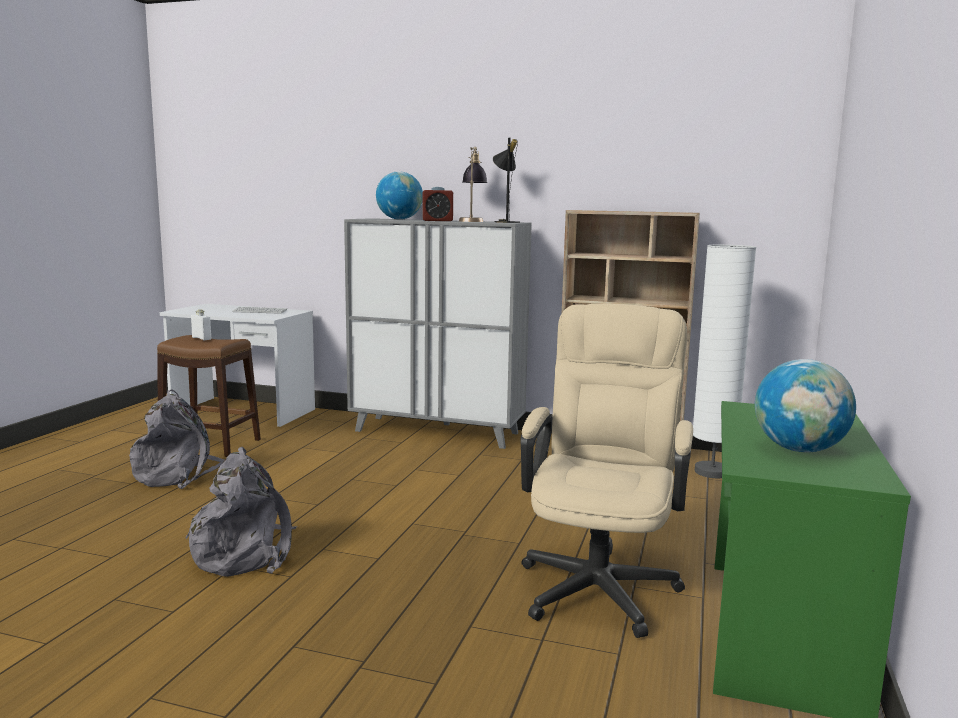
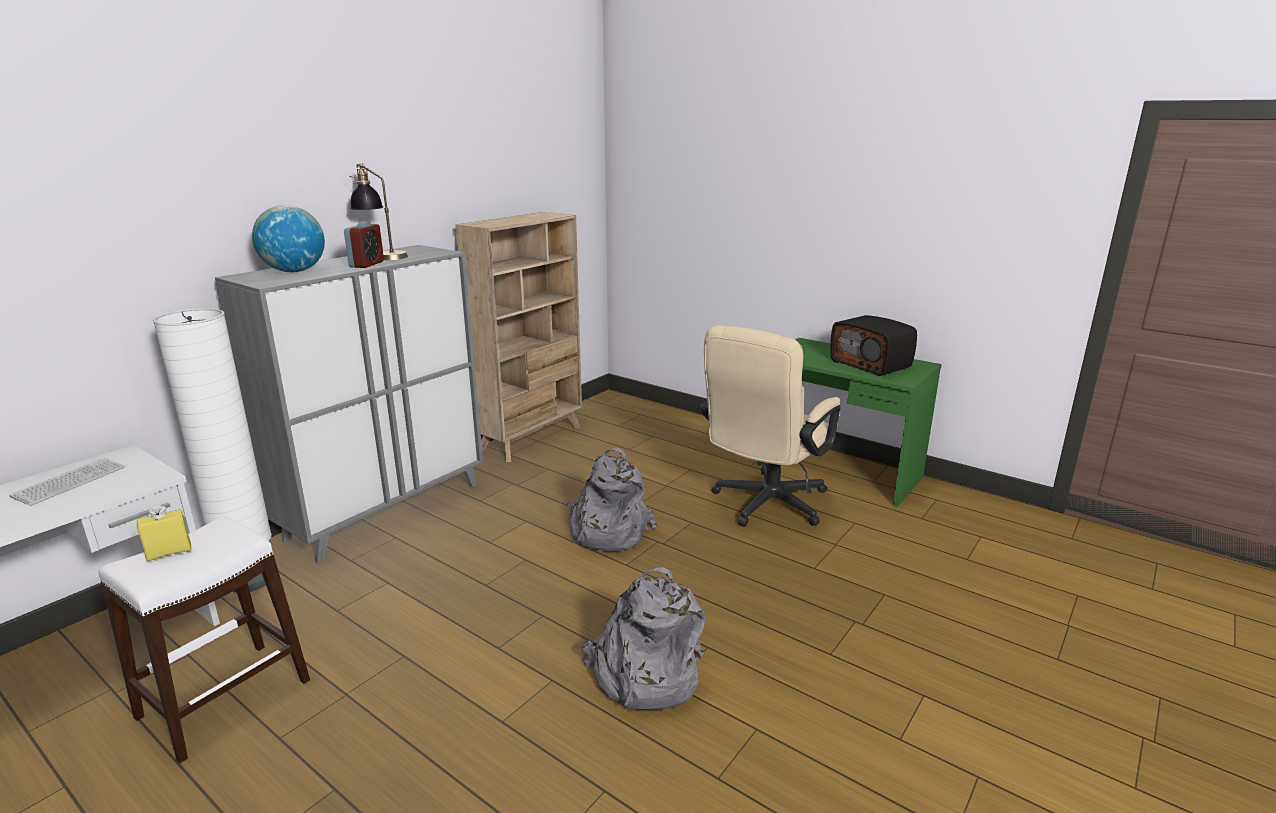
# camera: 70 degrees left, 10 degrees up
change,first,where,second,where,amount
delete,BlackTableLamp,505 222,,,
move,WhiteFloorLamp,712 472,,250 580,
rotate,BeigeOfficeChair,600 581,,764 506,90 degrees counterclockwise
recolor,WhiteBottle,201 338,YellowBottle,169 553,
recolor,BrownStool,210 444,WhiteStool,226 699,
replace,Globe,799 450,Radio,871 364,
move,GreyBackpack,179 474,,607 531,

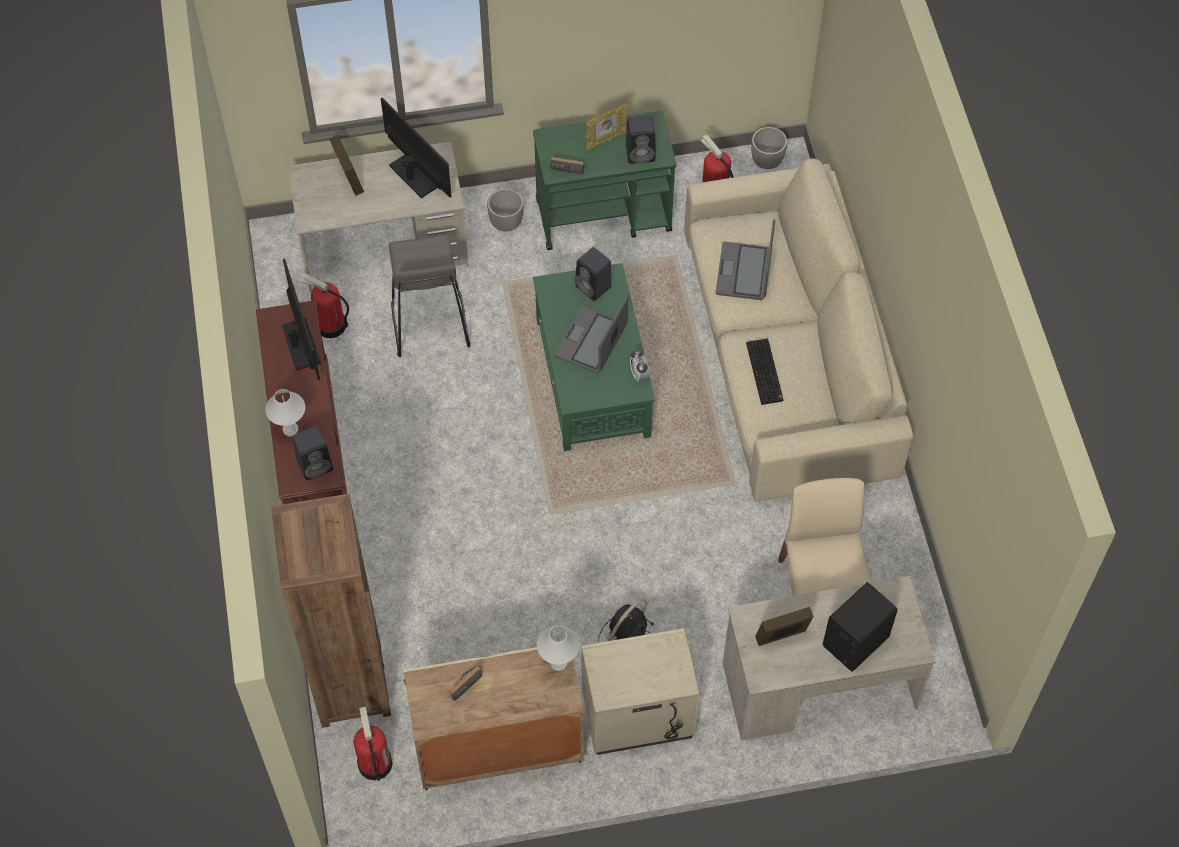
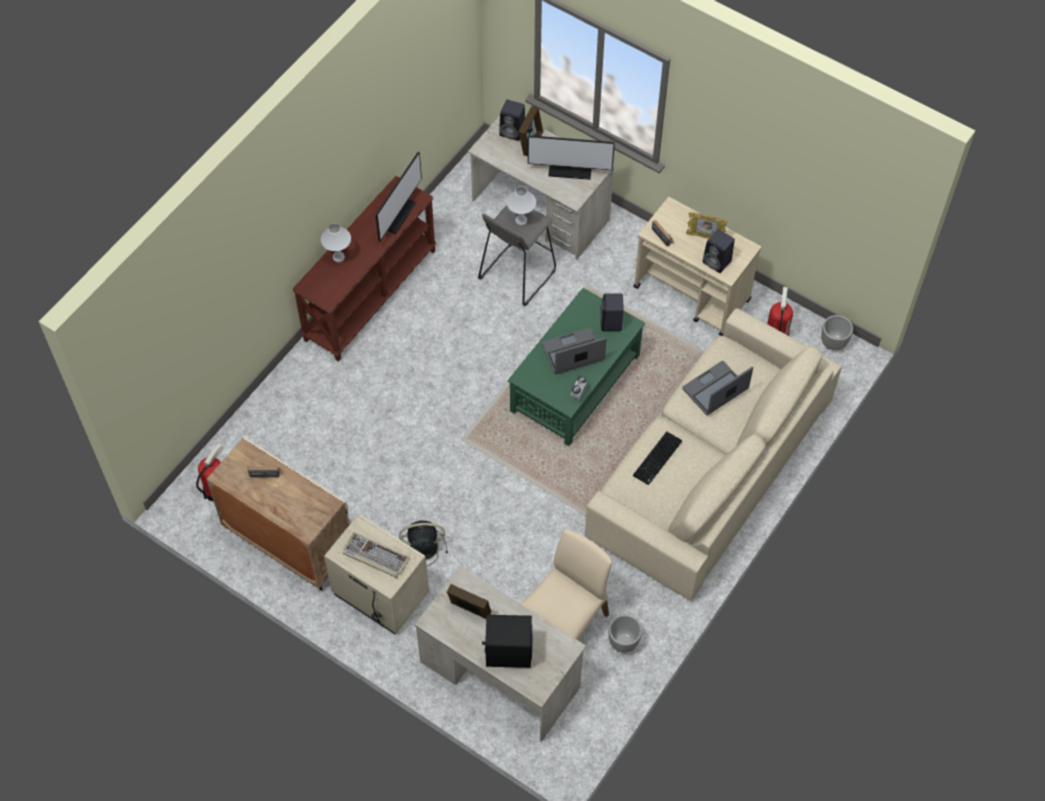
# camera: 45 degrees right, 0 degrees up
change,first,where,second,where,amount
rotate,Monitor,414 175,,570 170,90 degrees clockwise
recolor,GreenCart,604 215,BeigeCart,692 294,
move,Planter,506 223,,623 642,
delete,FireExtinguisher,330 325,,,
move,BlackSpeaker,316 464,,513 131,
delete,BrownBookcase,351 684,,,
move,WhiteTableLamp,558 663,,521 220,
insert,,,Keyboard,375 556,

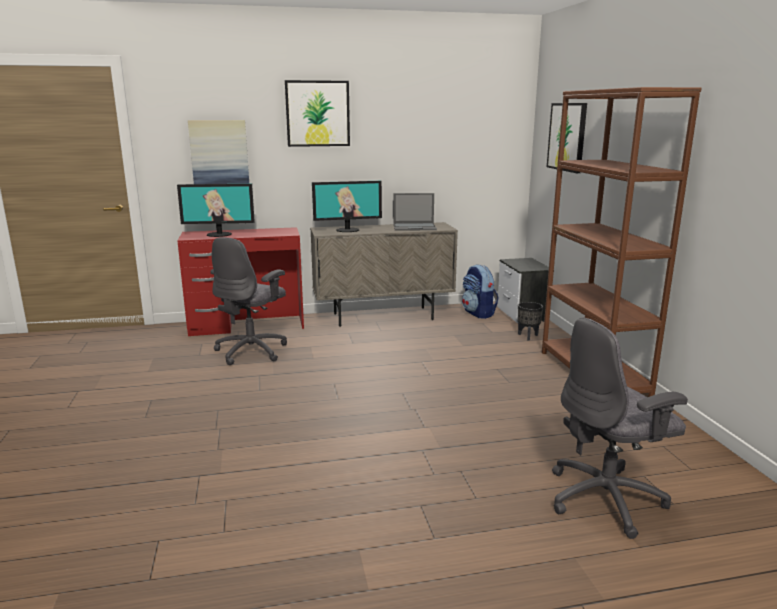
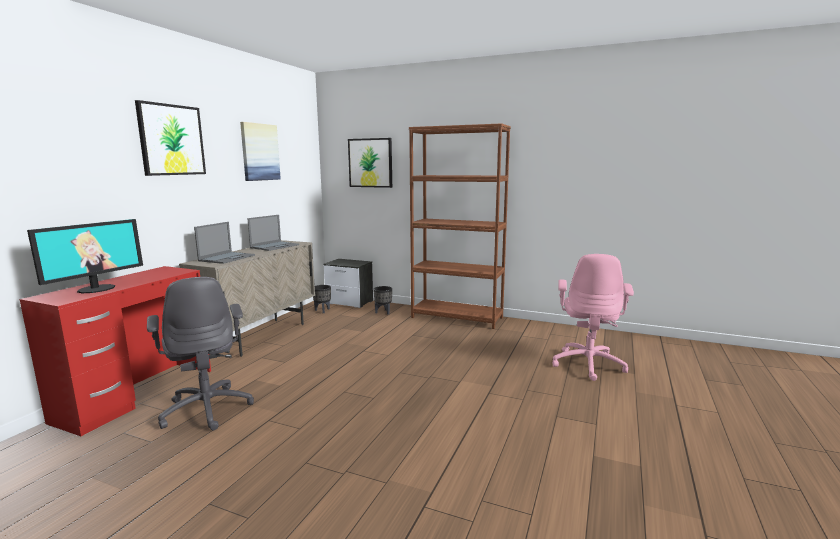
# camera: 55 degrees left, 5 degrees down
change,first,where,second,where,amount
move,Picture,219 153,,260 152,
replace,Monitor,347 230,Laptop,227 258,
replace,Backpack,478 313,BlackPlanter,323 310,
recolor,GreyOfficeChair,606 499,PinkOfficeChair,588 364,

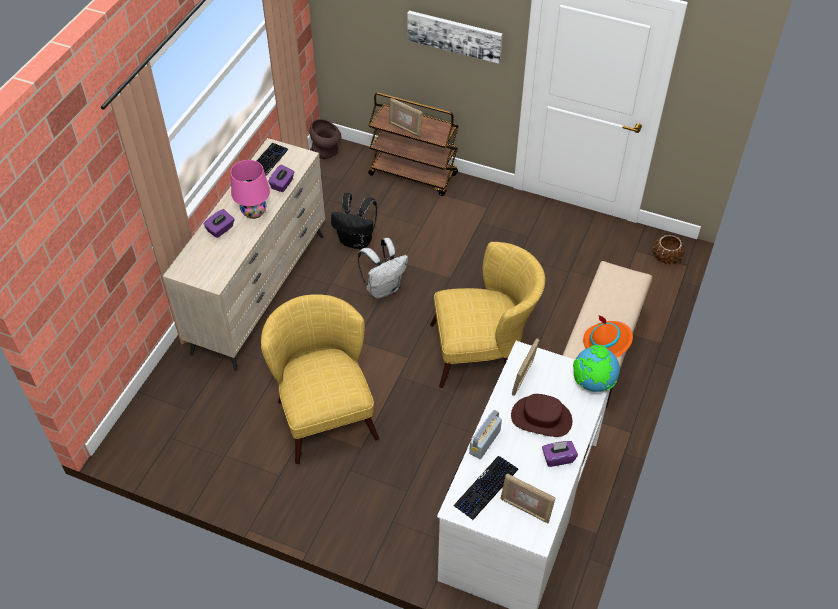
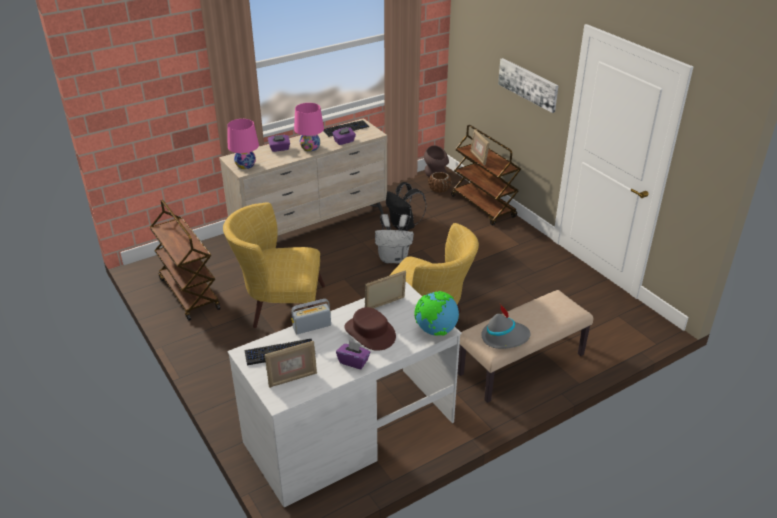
# camera: 35 degrees right, 15 degrees down
change,first,where,second,where,amount
move,BrownPlanter,667 257,,439 189,
rotate,YellowArmchair,324 410,,280 306,105 degrees counterclockwise
recolor,OrangeHat,607 342,GreyHat,505 337,
rotate,PictureFrame,525 509,,292 379,90 degrees counterclockwise
insert,,,PinkTableLamp,245 165,
insert,,,BrownCart,188 293,

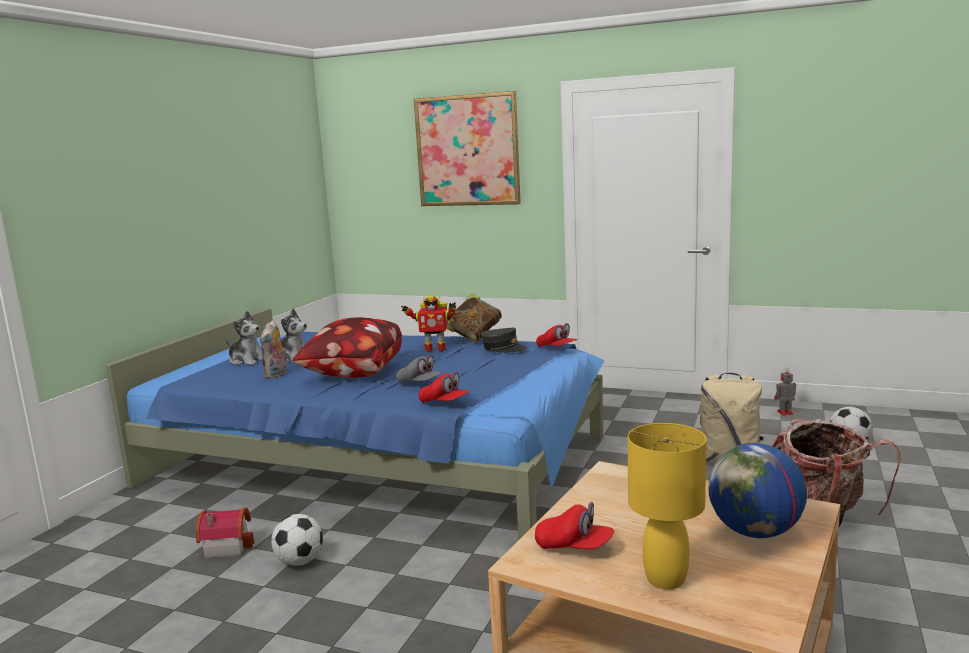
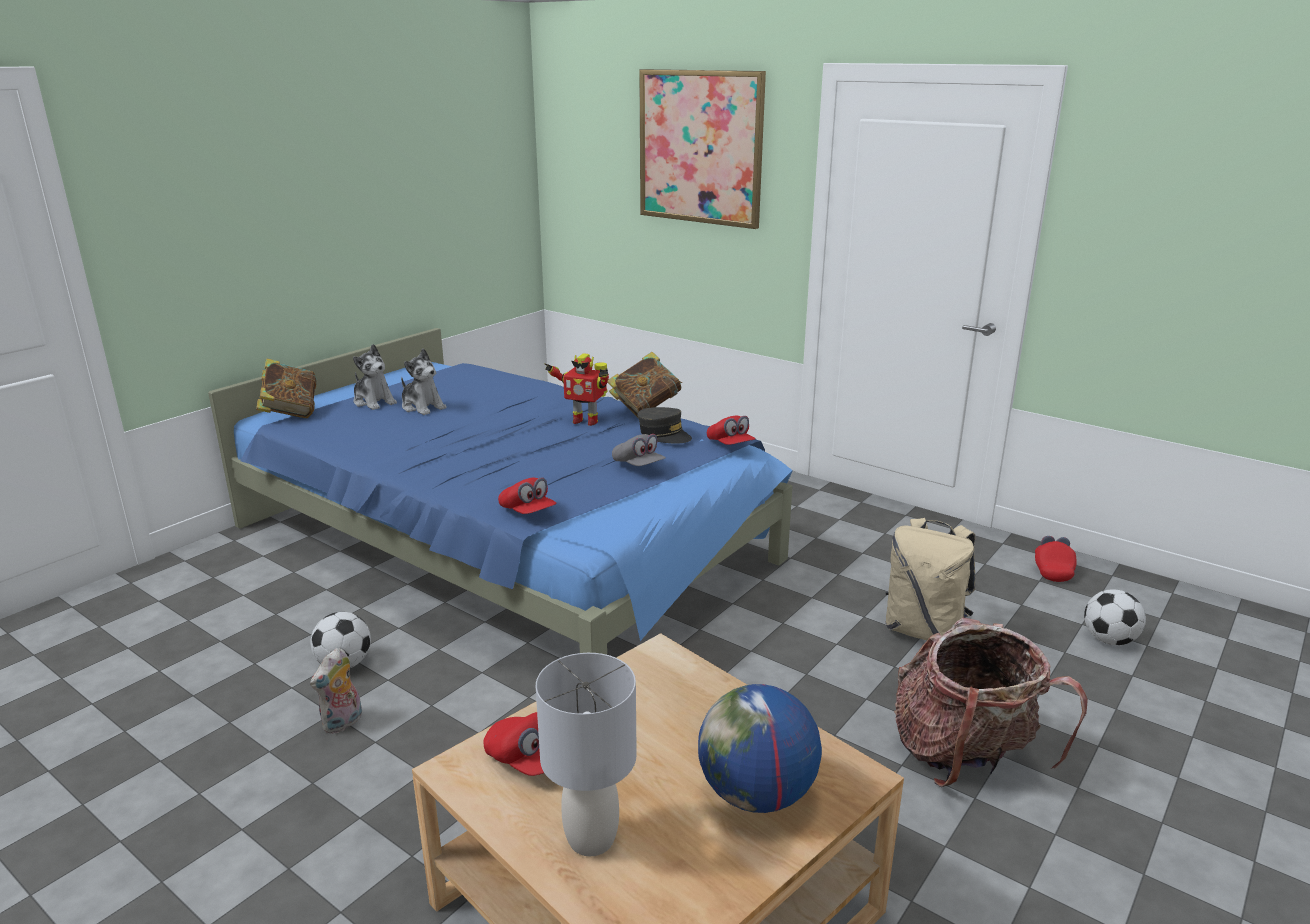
# camera: 15 degrees right, 10 degrees up
change,first,where,second,where,amount
delete,Pillow,352 374,,,
move,PlushToy,277 375,,343 723,
move,GreyCap,420 383,,638 465,
replace,ToyRobot,784 413,RedCap,1052 570,
recolor,YellowTableLamp,664 579,GreyTableLamp,590 839,
delete,ToyHouse,226 546,,,
insert,,,Book,290 413,

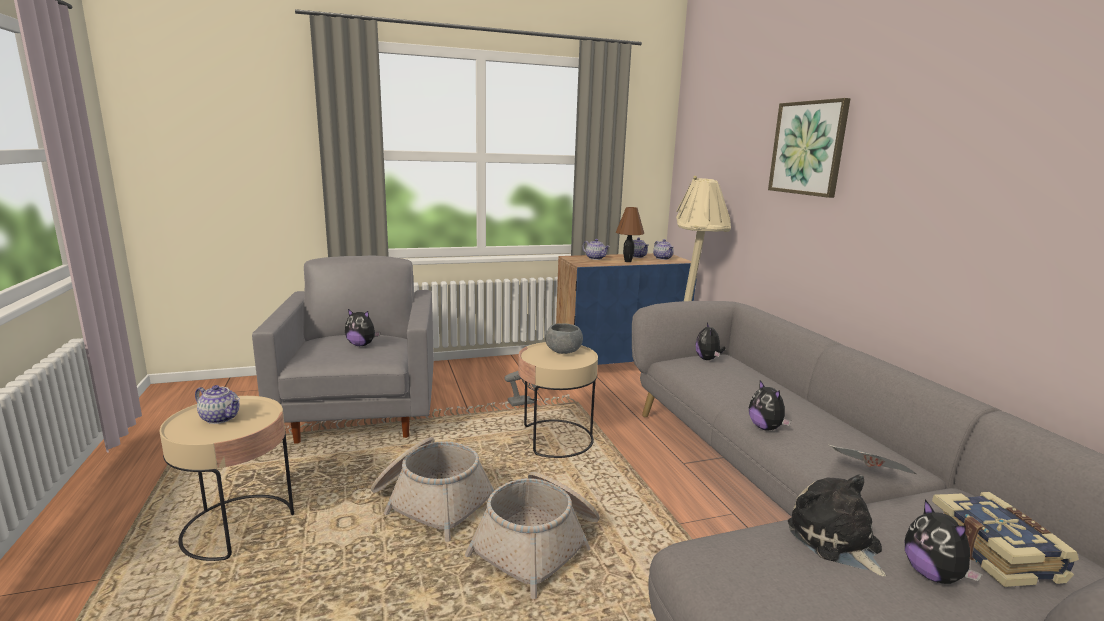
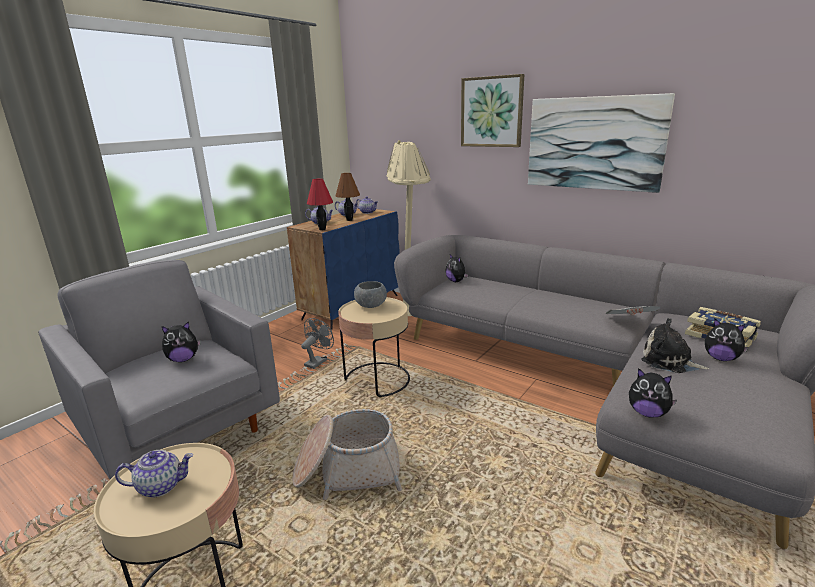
# camera: 35 degrees left, 5 degrees up
change,first,where,second,where,amount
move,PlushToy,766 428,,647 413,
delete,Basket,539 545,,,
insert,,,Picture,594 143,
insert,,,RedTableLamp,322 229,

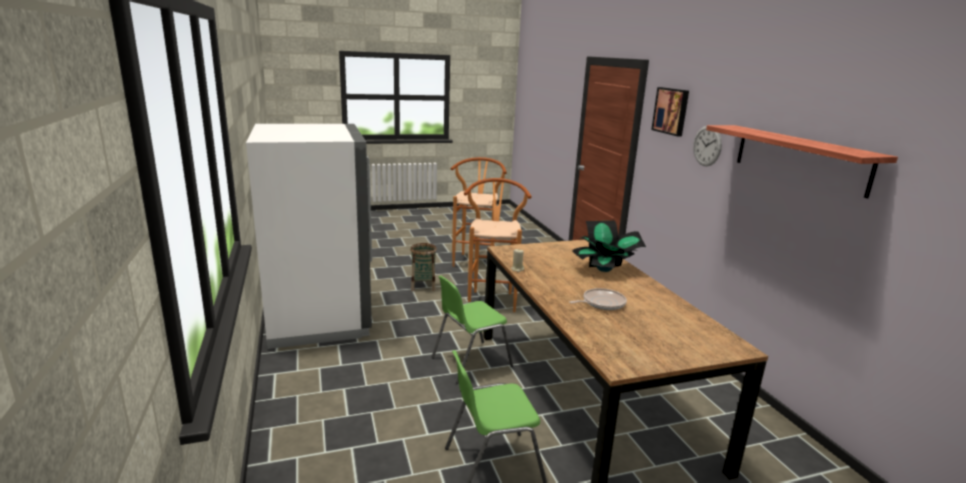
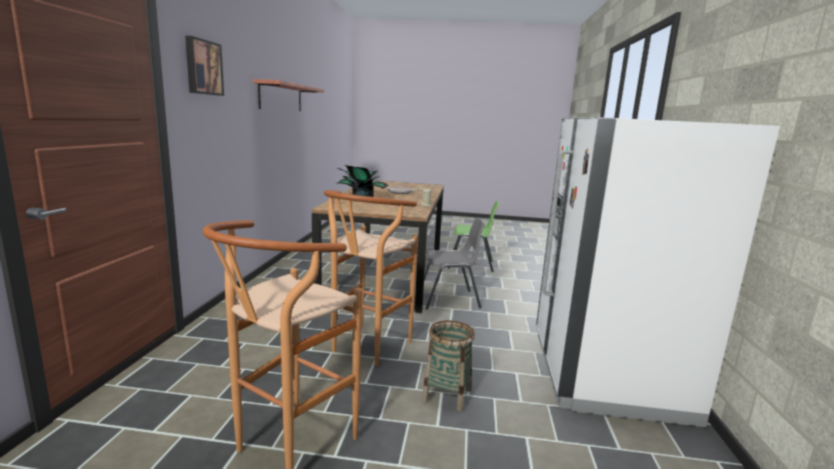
# camera: 155 degrees left, 5 degrees down
change,first,where,second,where,amount
delete,WallClock,707 146,,,
recolor,GreenChair,470 362,GreyChair,450 299,

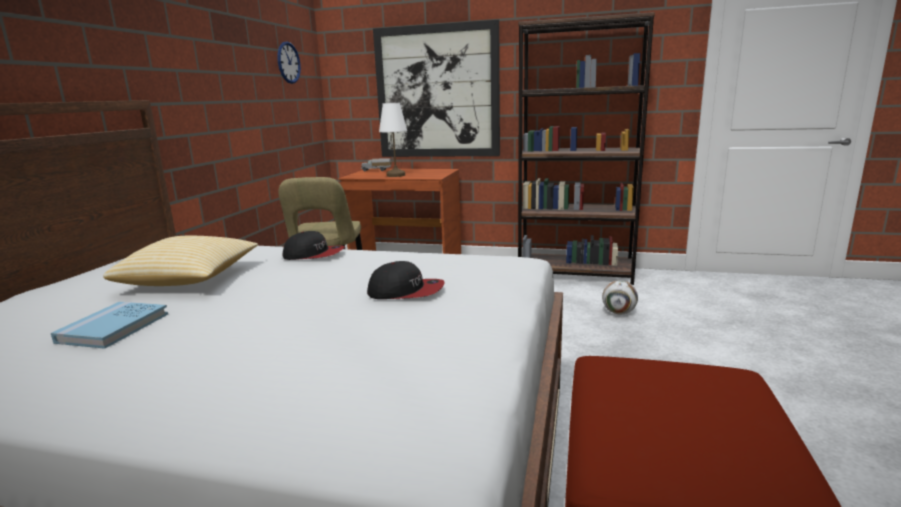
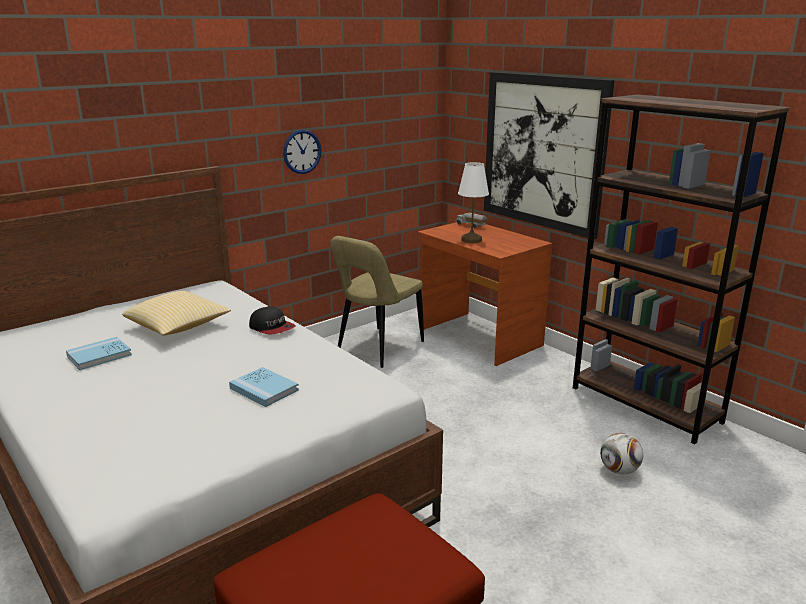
# camera: 35 degrees right, 5 degrees up
change,first,where,second,where,amount
move,WallClock,288 62,,302 151,
replace,Cap,406 292,BlueBook,264 389,

